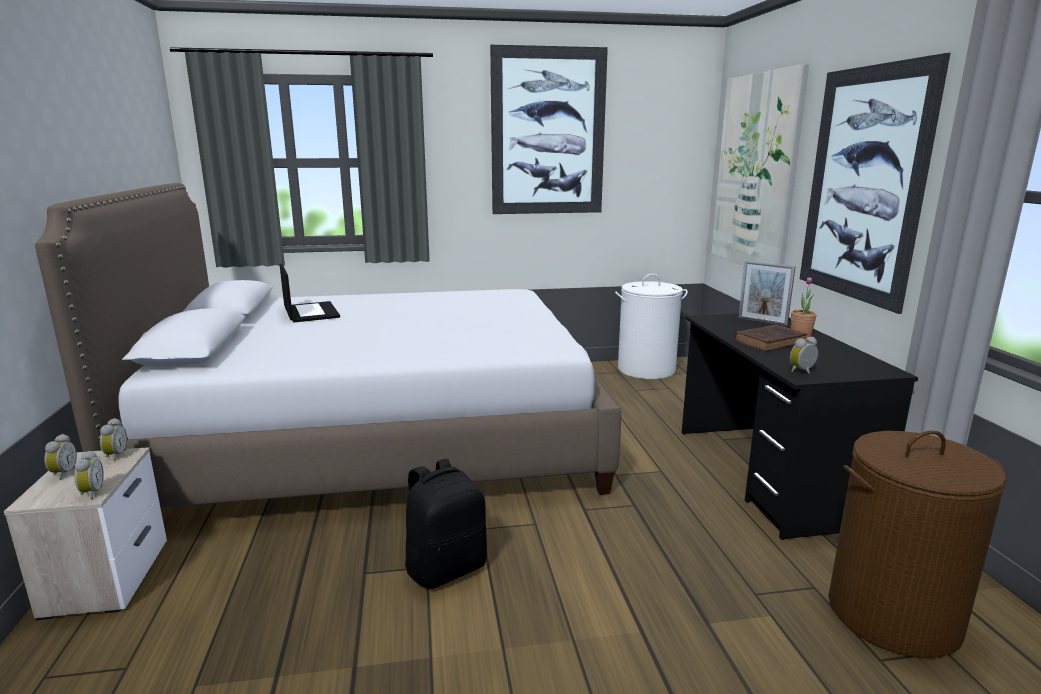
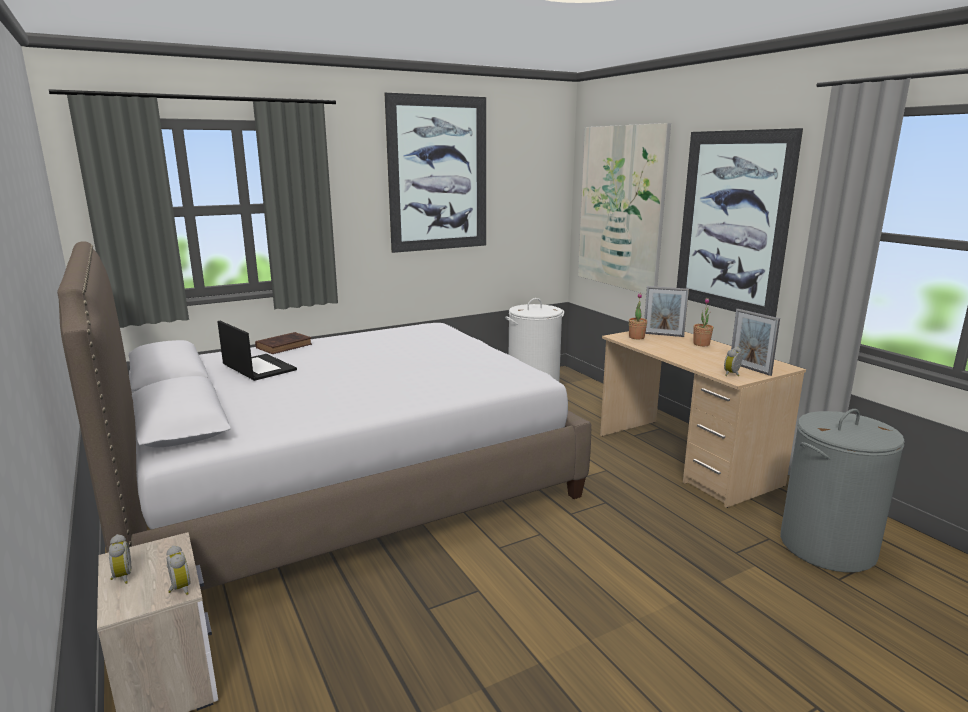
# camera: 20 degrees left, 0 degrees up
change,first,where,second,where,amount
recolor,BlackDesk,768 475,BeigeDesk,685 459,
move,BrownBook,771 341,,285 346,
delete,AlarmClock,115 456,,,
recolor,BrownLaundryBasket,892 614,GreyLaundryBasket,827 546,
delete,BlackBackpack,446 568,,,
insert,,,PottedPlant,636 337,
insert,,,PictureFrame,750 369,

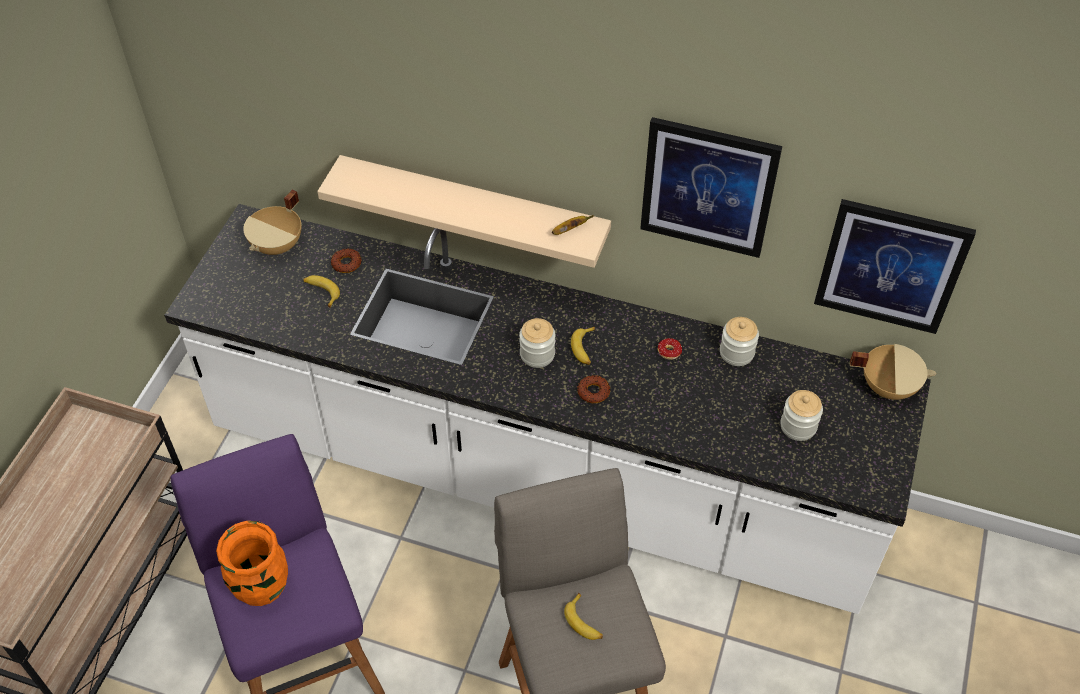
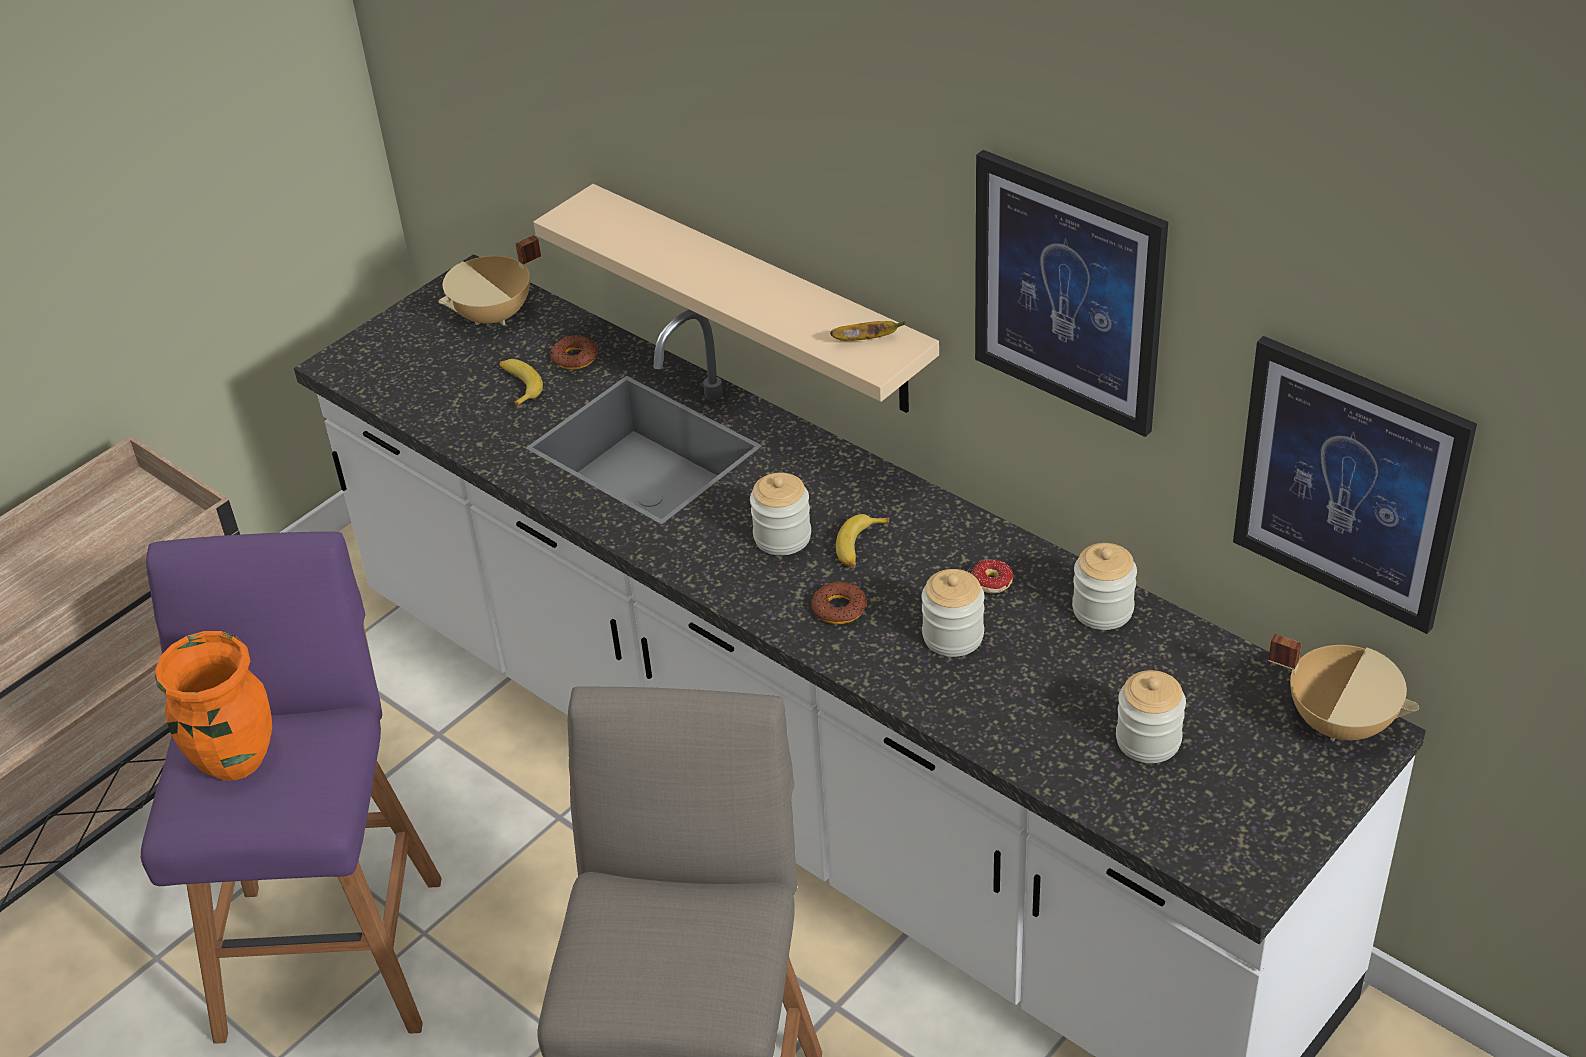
# camera: 25 degrees right, 10 degrees down
change,first,where,second,where,amount
delete,Banana,584 622,,,
insert,,,Jar,953 636,

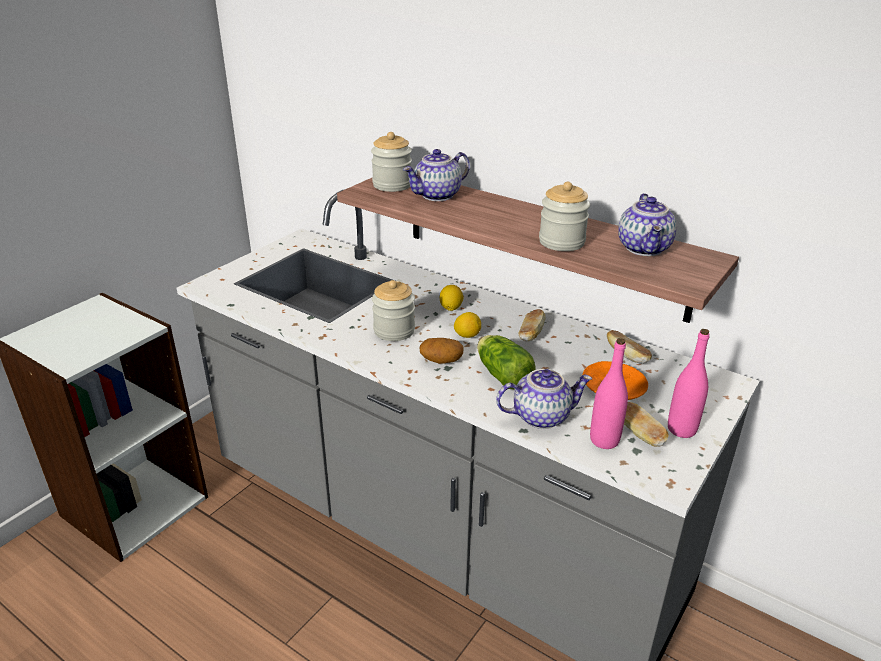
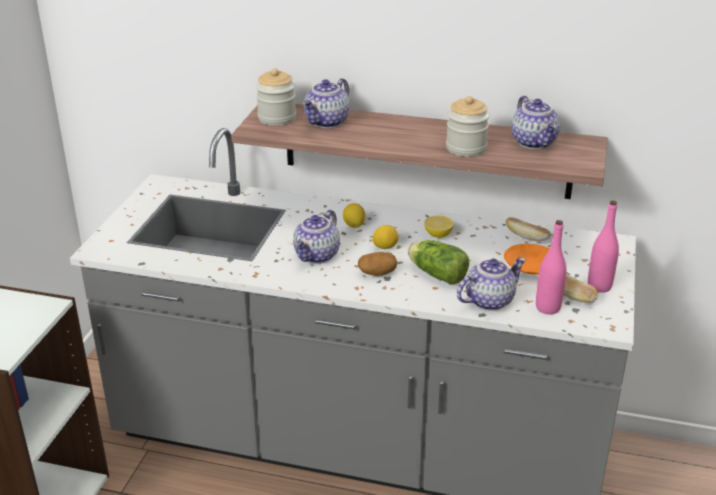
# camera: 20 degrees left, 0 degrees up
change,first,where,second,where,amount
replace,Jar,394 330,Teapot,317 256,
replace,Bread,530 334,Lemon,438 235,

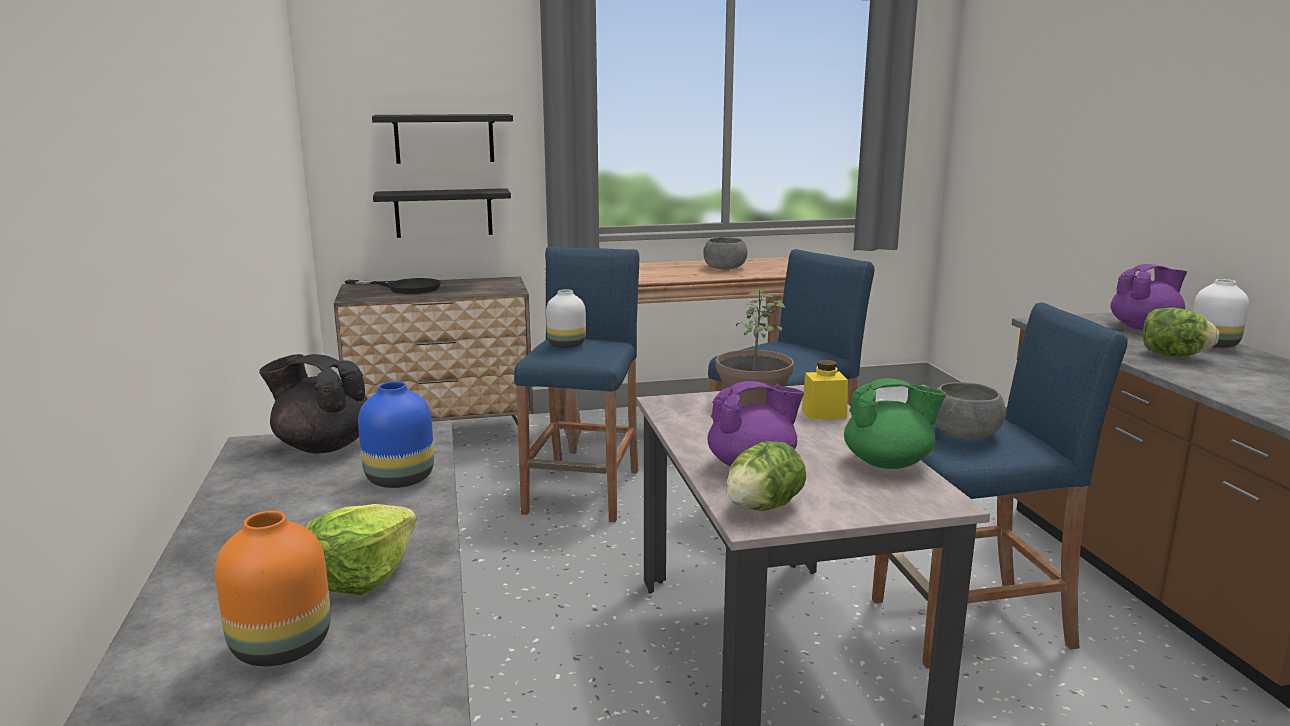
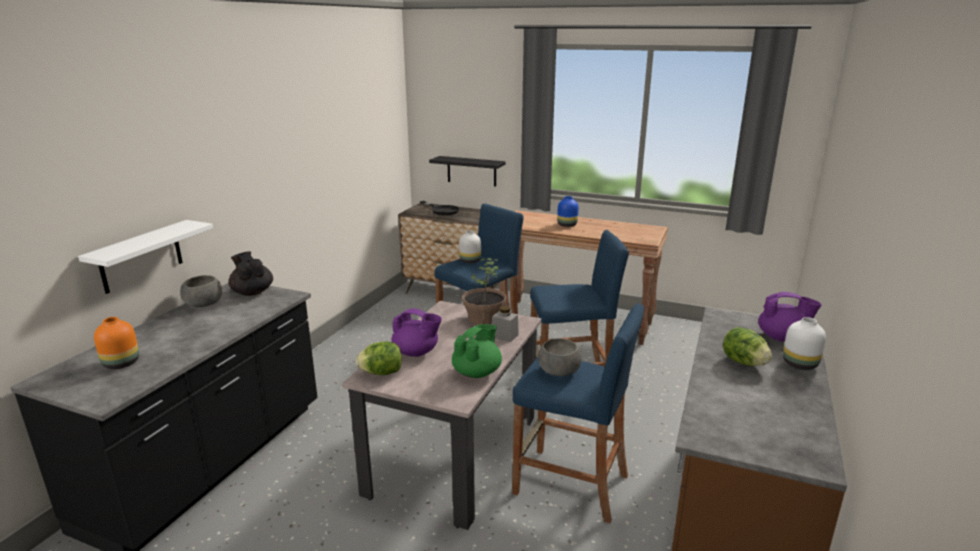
# camera: 35 degrees right, 5 degrees up
change,first,where,second,where,amount
delete,BlackShelf,444 138,,,
move,GreyBowl,724 268,,203 303,
recolor,YellowJar,824 413,GreyJar,504 336,
rotate,GreenTeapot,889 463,,477 372,90 degrees counterclockwise
move,BlueVase,402 479,,567 225,
delete,Lettuce,360 576,,,
insert,,,WhiteShelf,141 257,

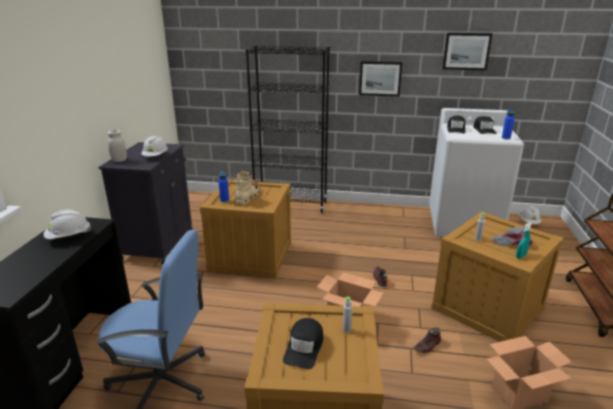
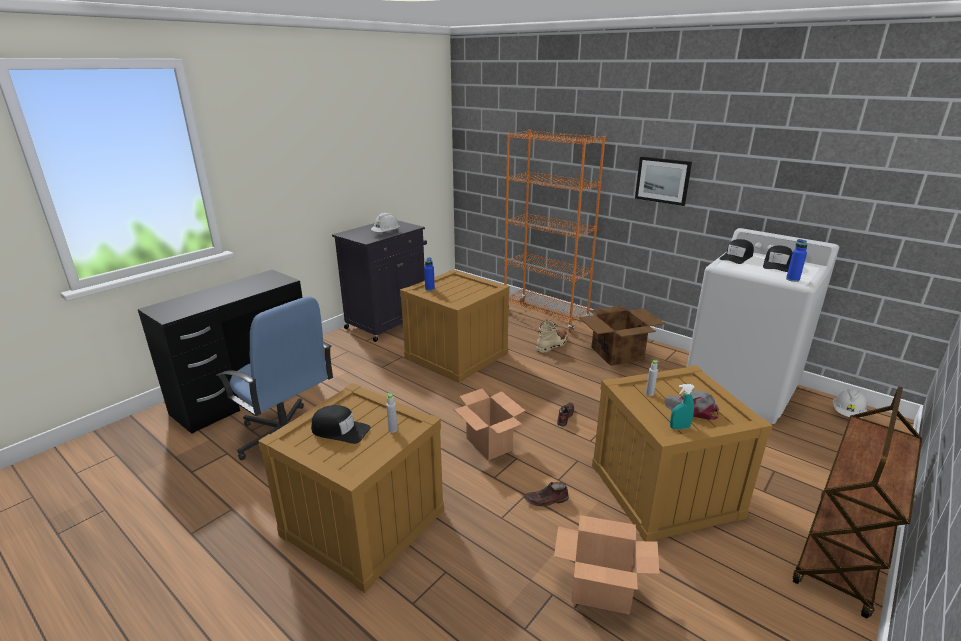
# camera: 30 degrees right, 0 degrees up
change,first,where,second,where,amount
delete,Picture,466 51,,,
recolor,BlackBookcase,291 205,OrangeBookcase,545 317,
delete,WhiteJar,119 160,,,
move,BeigeBoot,247 196,,552 345,
delete,WhiteHardHat,69 237,,,
rotate,BlackCap,304 347,,340 430,120 degrees counterclockwise
insert,,,CardboardBox,618 353,

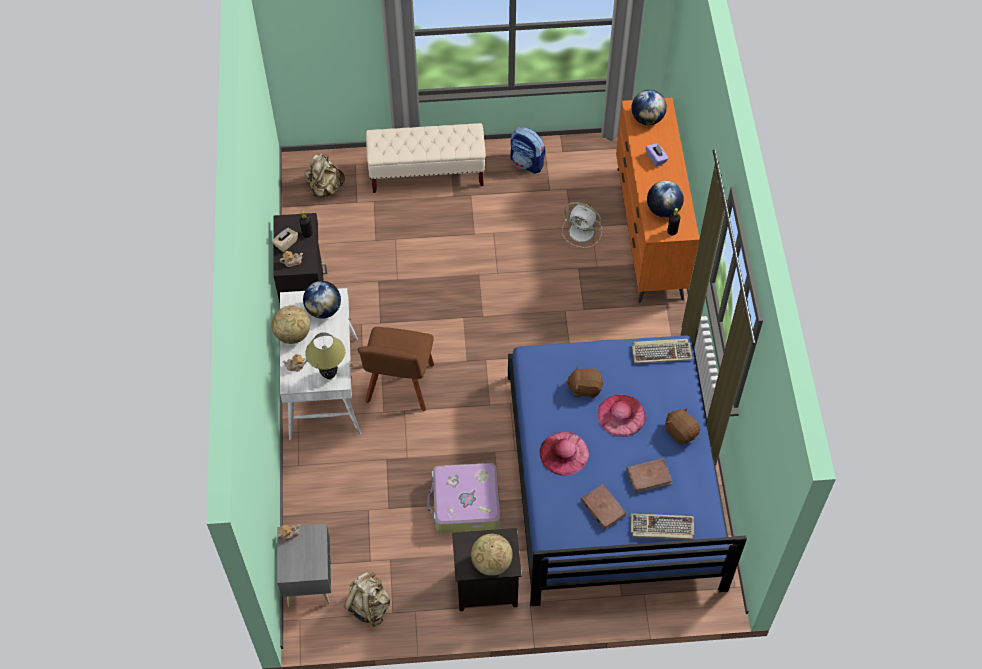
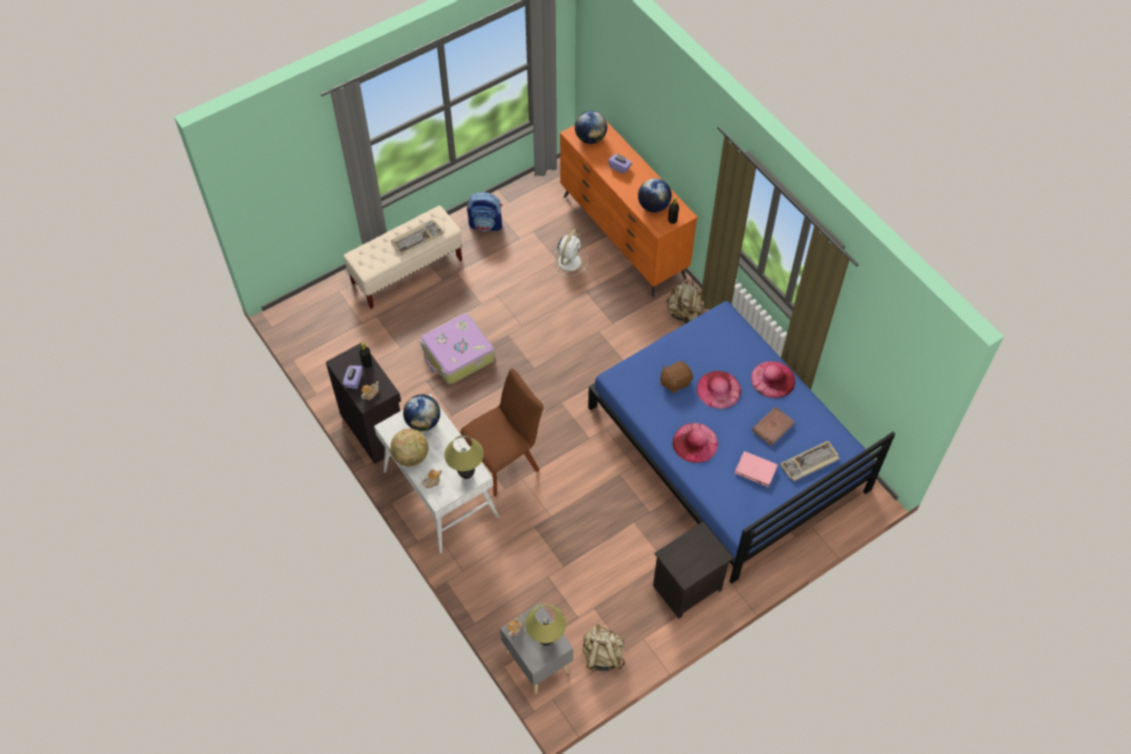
# camera: 30 degrees left, 0 degrees up
change,first,where,second,where,amount
move,BeigeBackpack,325 188,,684 313,
rotate,WhiteFan,582 232,,570 260,60 degrees counterclockwise
recolor,BeigeTissueBox,285 243,PurpleTissueBox,353 380,
rotate,BrownChair,399 387,,504 461,105 degrees counterclockwise
move,Keyboard,661 352,,417 238,
replace,BrownPlushToy,681 432,PinkHat,773 379,
move,Suitcase,465 503,,457 355,
recolor,BrownBook,603 508,PinkBook,755 470,
delete,Globe,491 563,,,
insert,,,TableLamp,546 640,

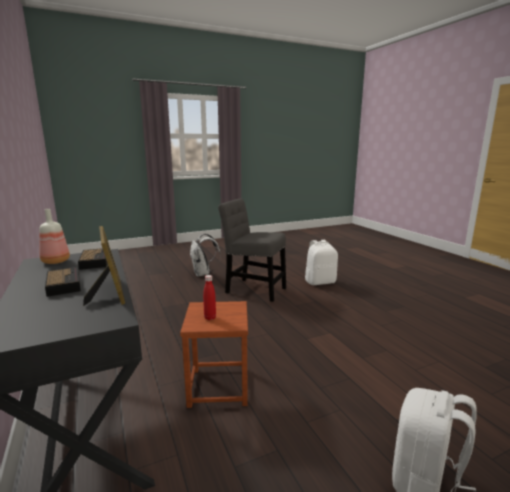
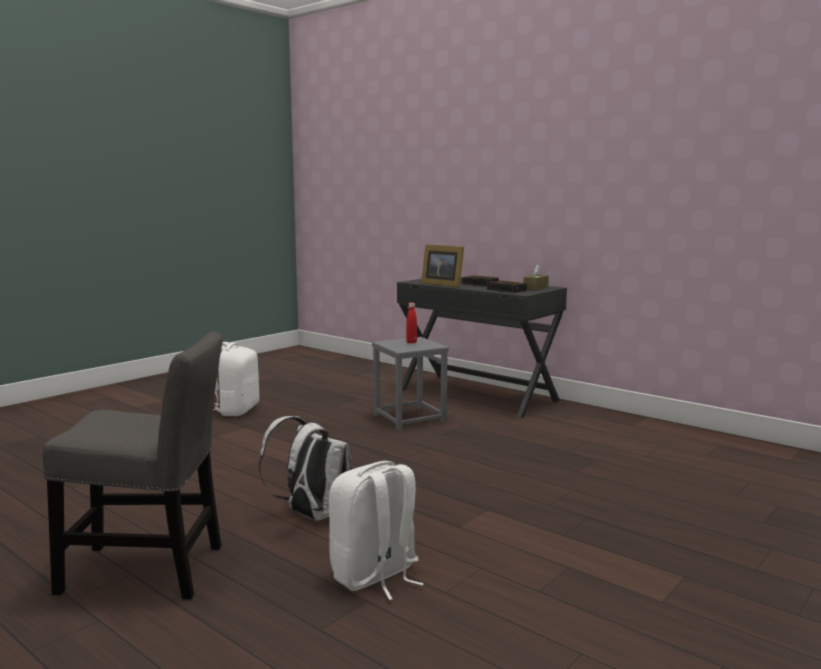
# camera: 155 degrees right, 5 degrees down
change,first,where,second,where,amount
move,GreyChair,253 289,,151 570,
replace,Bottle,55 262,BrownTissueBox,535 288,
move,WhiteBackpack,203 274,,310 515,
recolor,BrownStool,219 386,GreyStool,409 418,

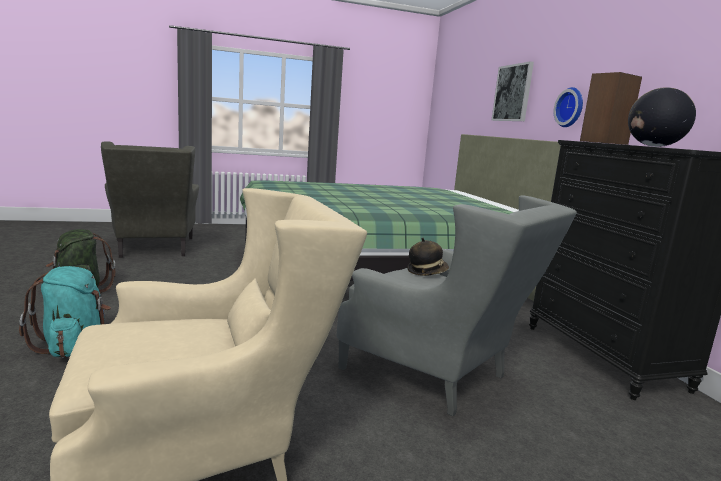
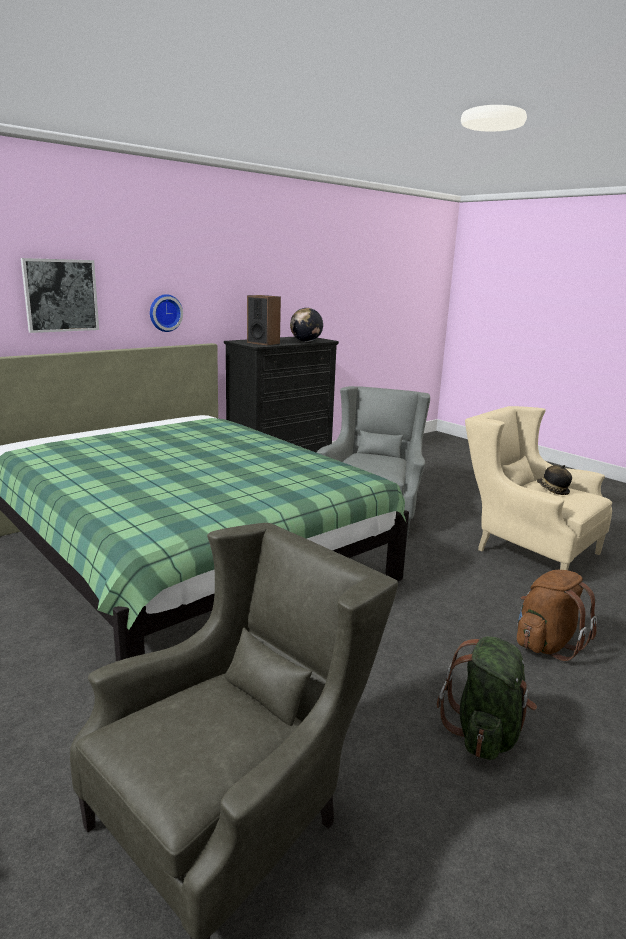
# camera: 115 degrees left, 5 degrees up
change,first,where,second,where,amount
move,Hat,426 272,,552 490,
recolor,TurquoiseBackpack,73 346,BrownBackpack,546 644,

